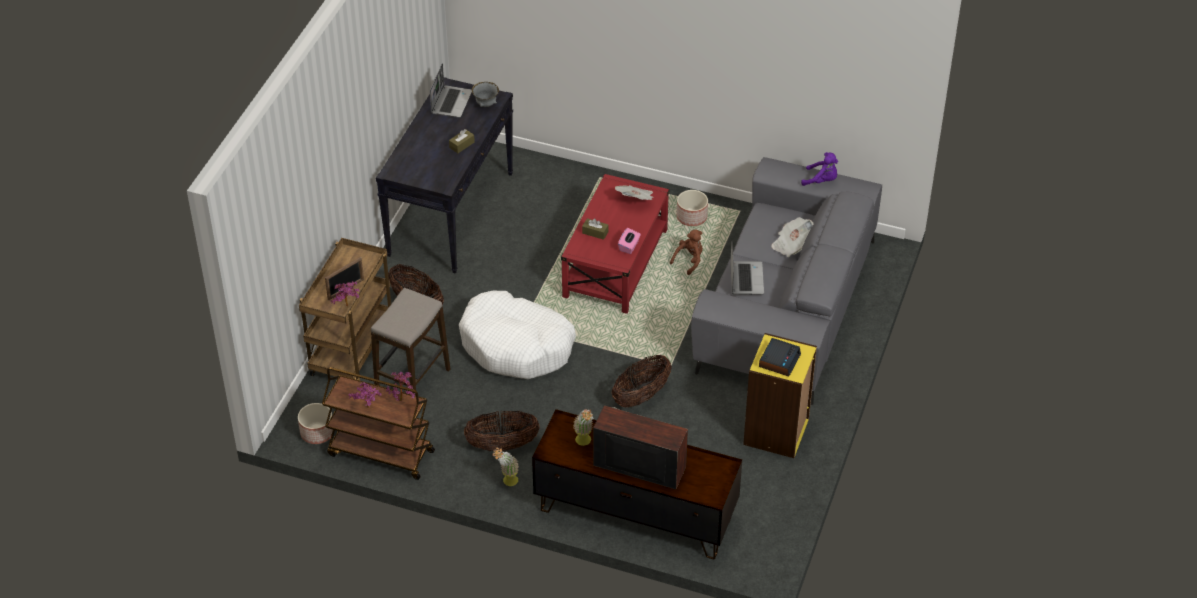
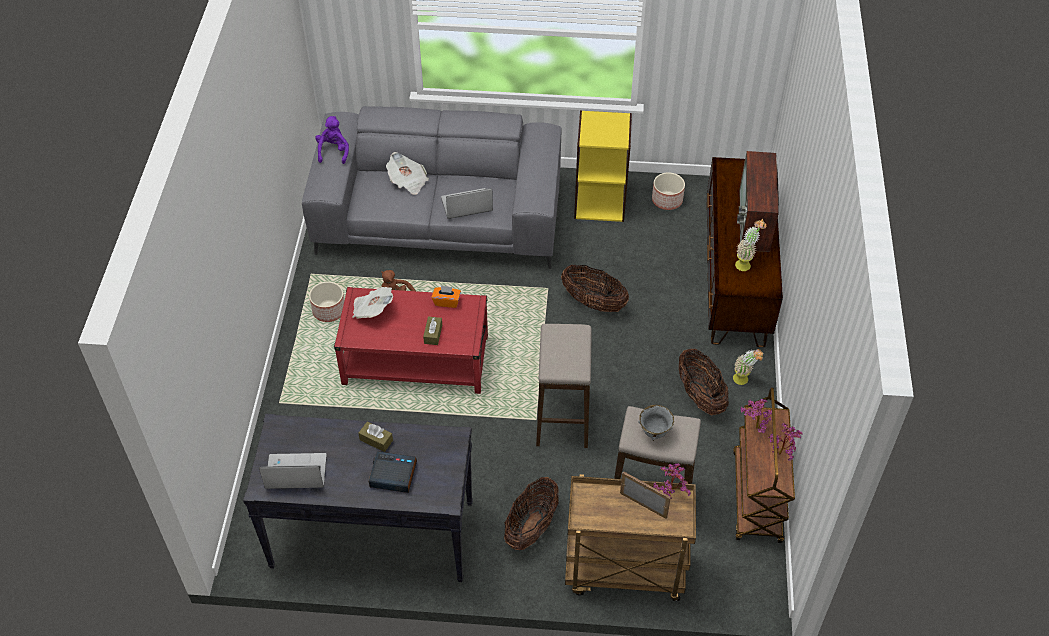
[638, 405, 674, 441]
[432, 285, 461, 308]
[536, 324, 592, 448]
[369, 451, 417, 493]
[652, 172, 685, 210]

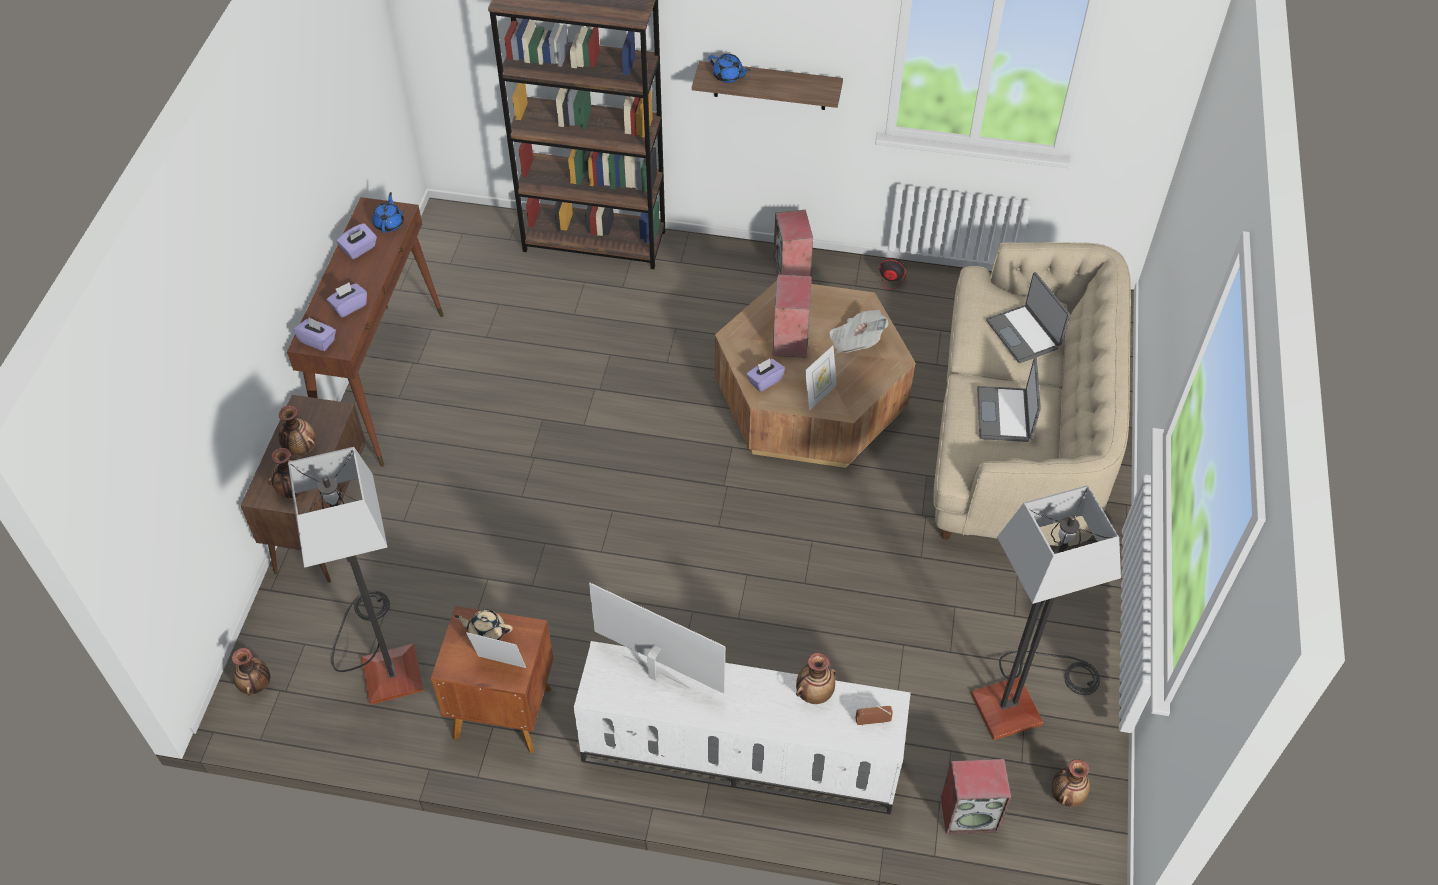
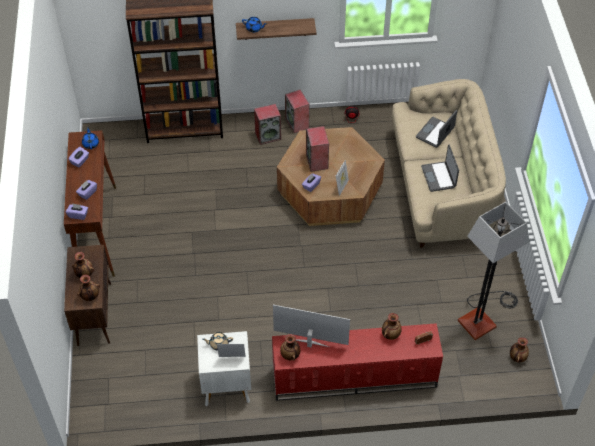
[416, 110, 457, 148]
[829, 310, 888, 353] (first image)
[288, 447, 424, 705] (first image)
[197, 331, 251, 406]
[272, 323, 443, 401]
[280, 334, 300, 361]
[254, 104, 281, 145]

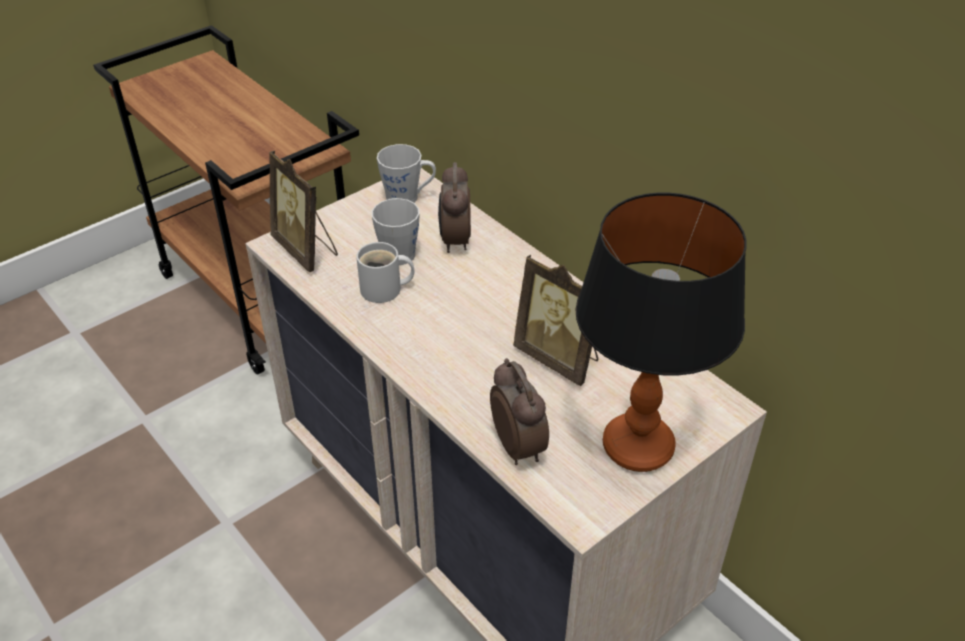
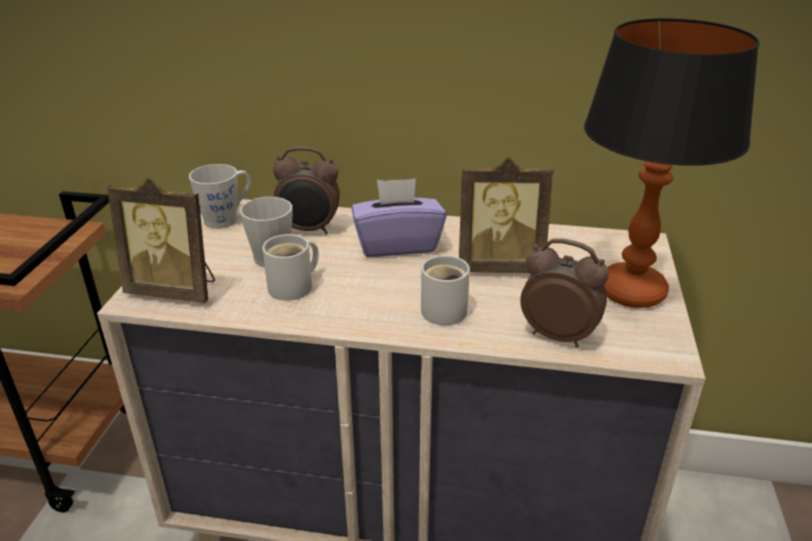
[273, 147, 340, 234]
[352, 178, 446, 257]
[421, 255, 470, 325]

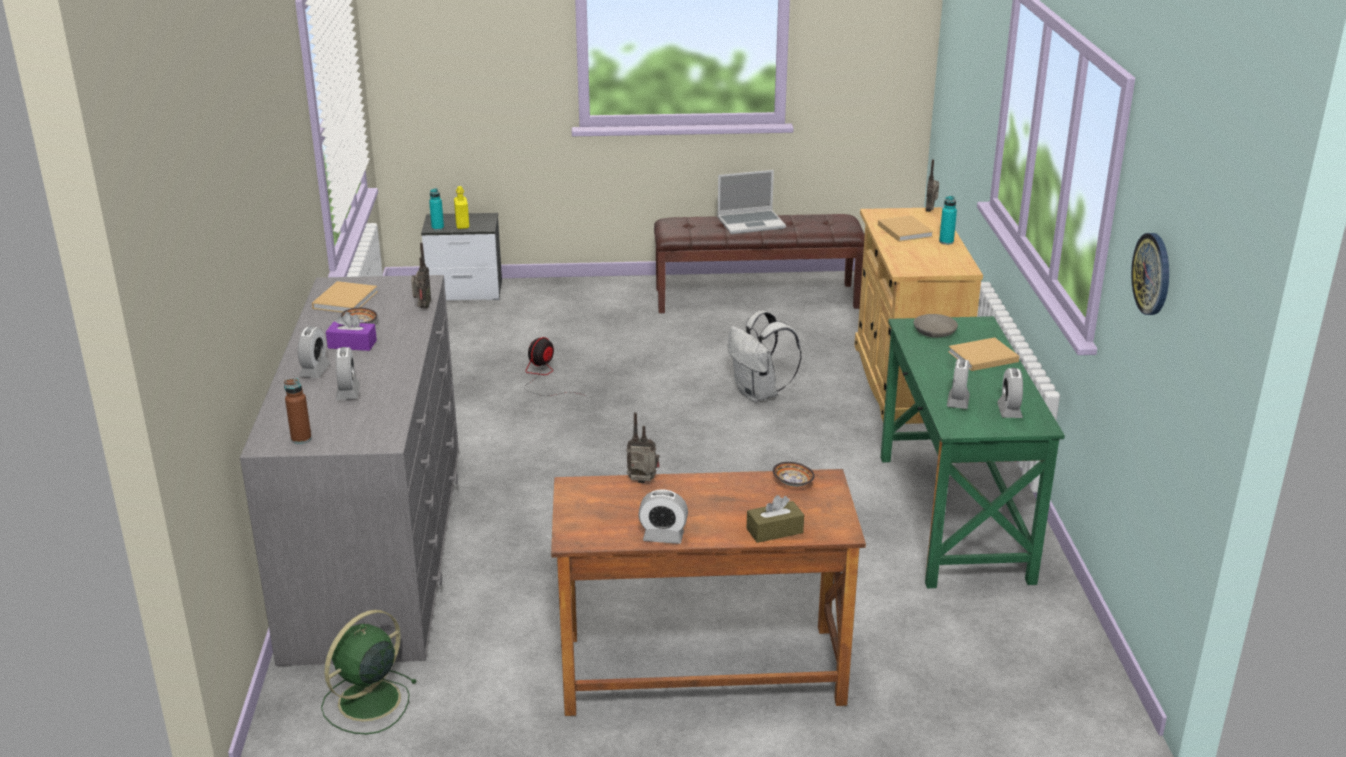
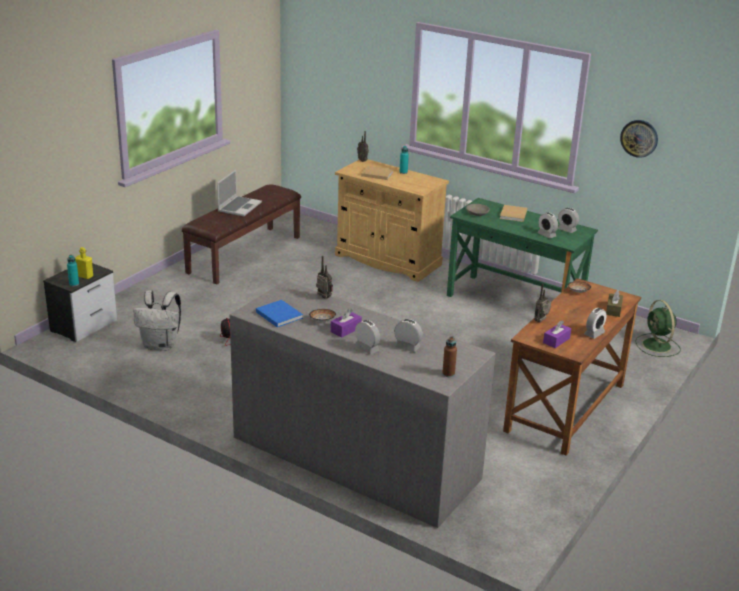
[256, 300, 303, 327]
[134, 290, 181, 351]
[635, 300, 681, 357]
[543, 321, 571, 348]

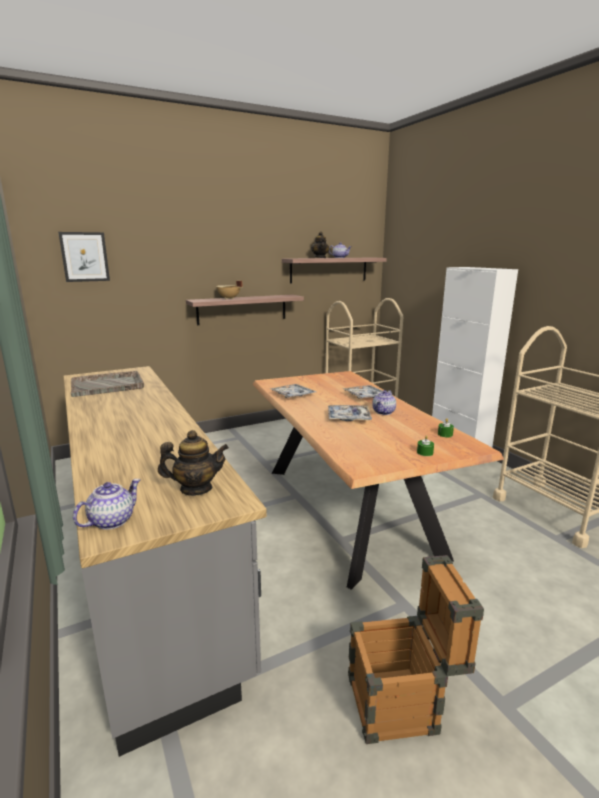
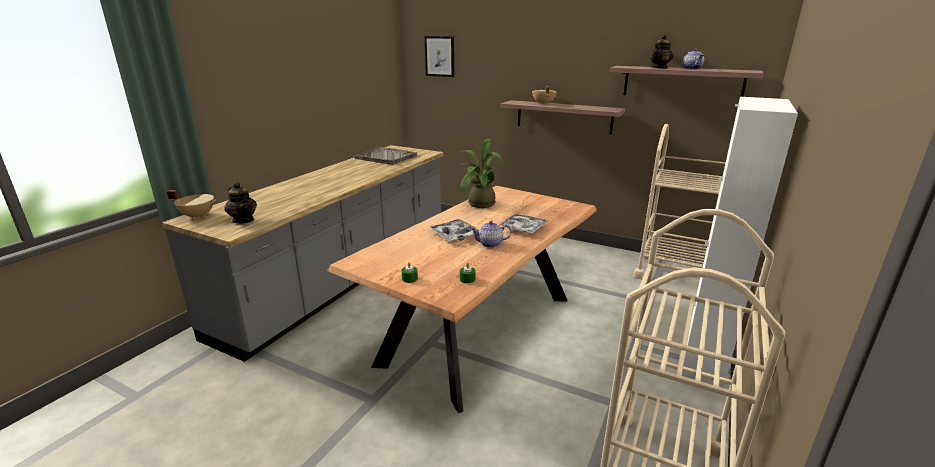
[459, 138, 503, 208]
[166, 190, 216, 219]
[348, 555, 484, 744] (first image)

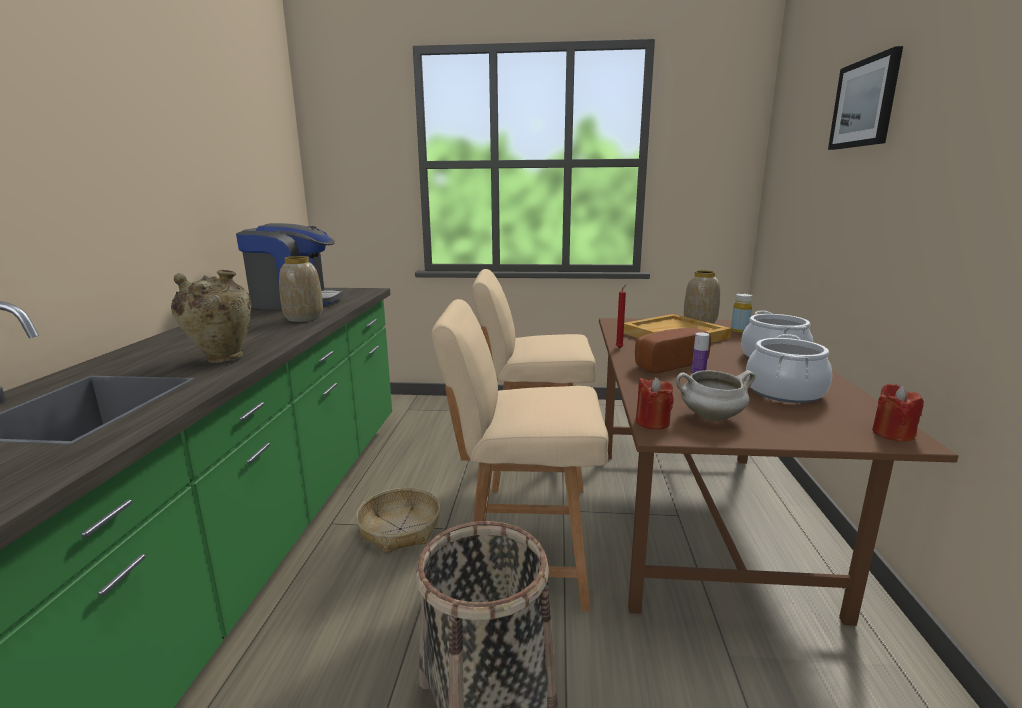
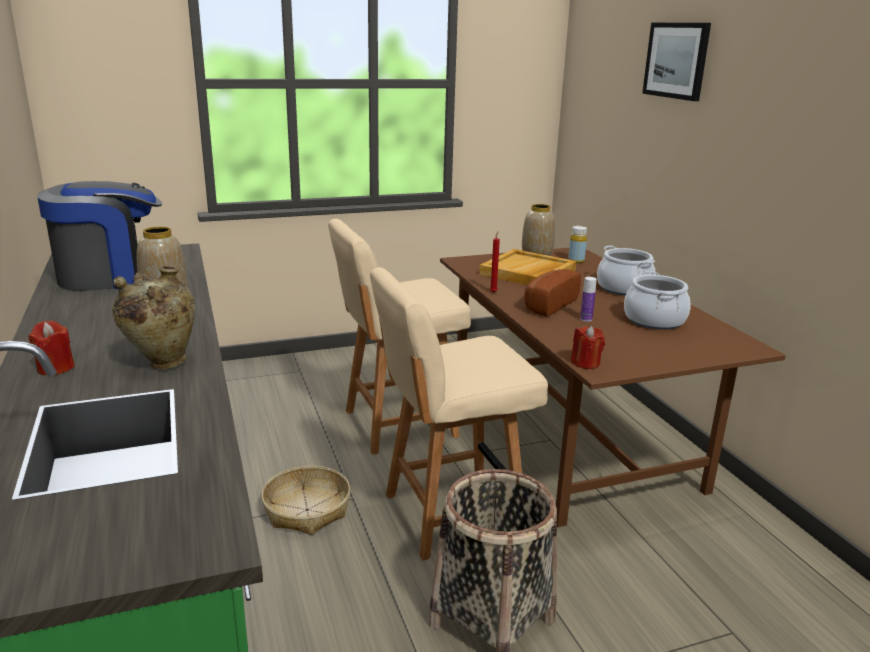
[676, 370, 755, 421] (first image)
[28, 321, 75, 375]

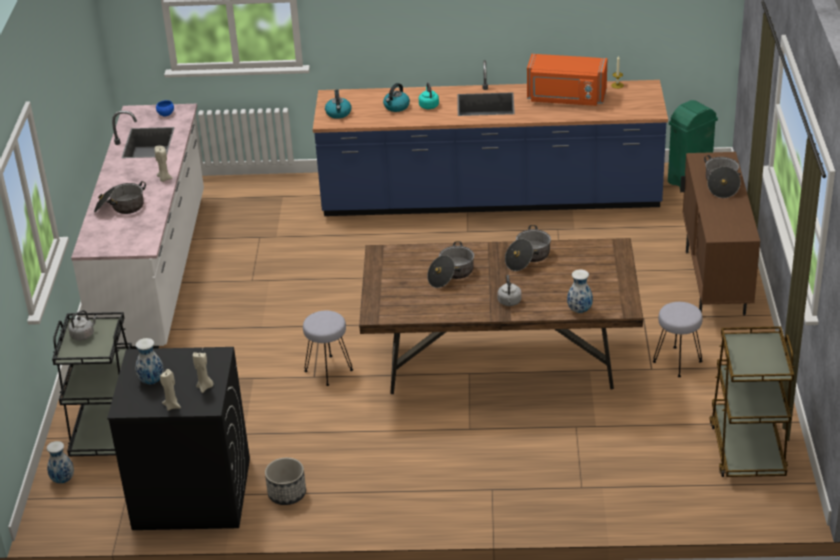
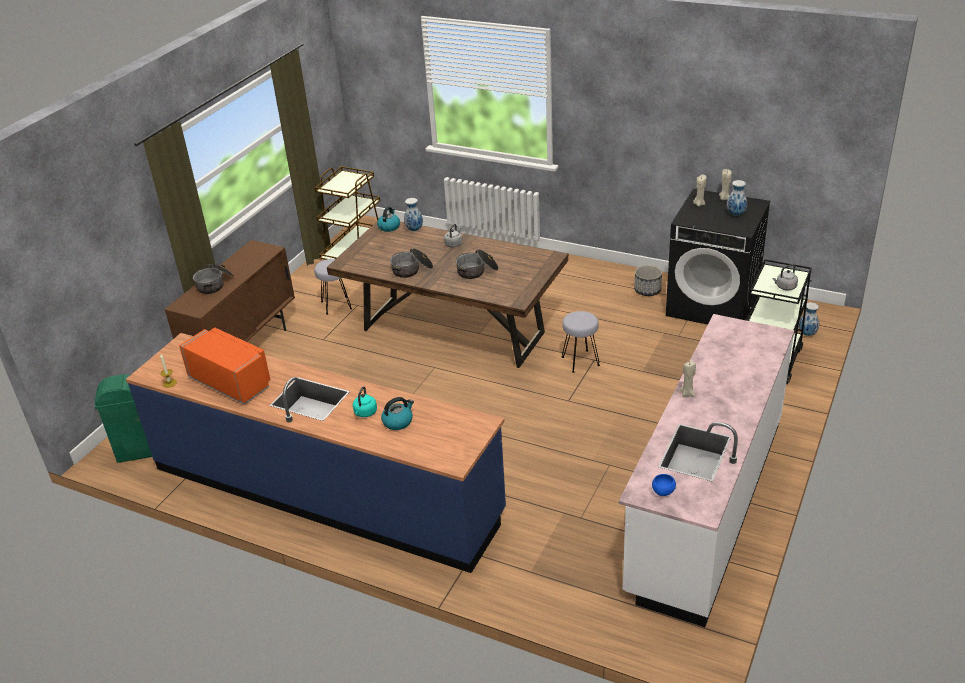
[377, 207, 400, 232]
[94, 181, 146, 214] (first image)

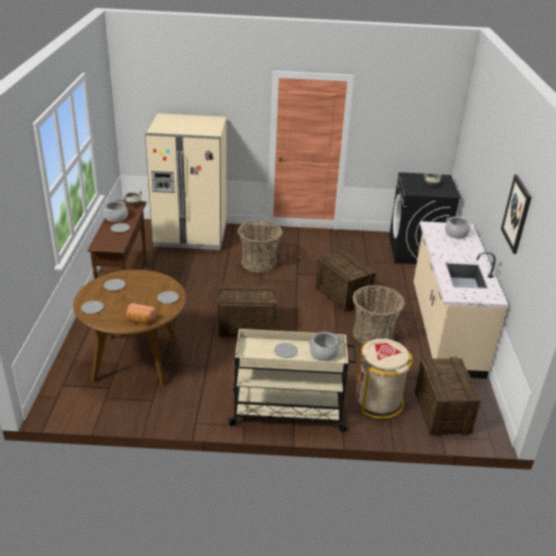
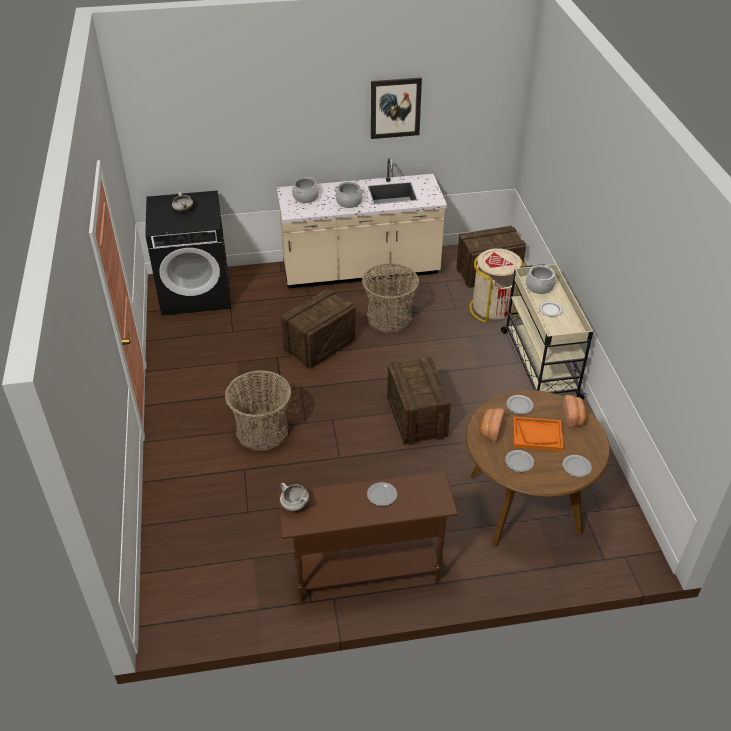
[145, 113, 227, 250] (first image)
[334, 182, 364, 208]
[479, 408, 505, 442]
[513, 417, 563, 451]

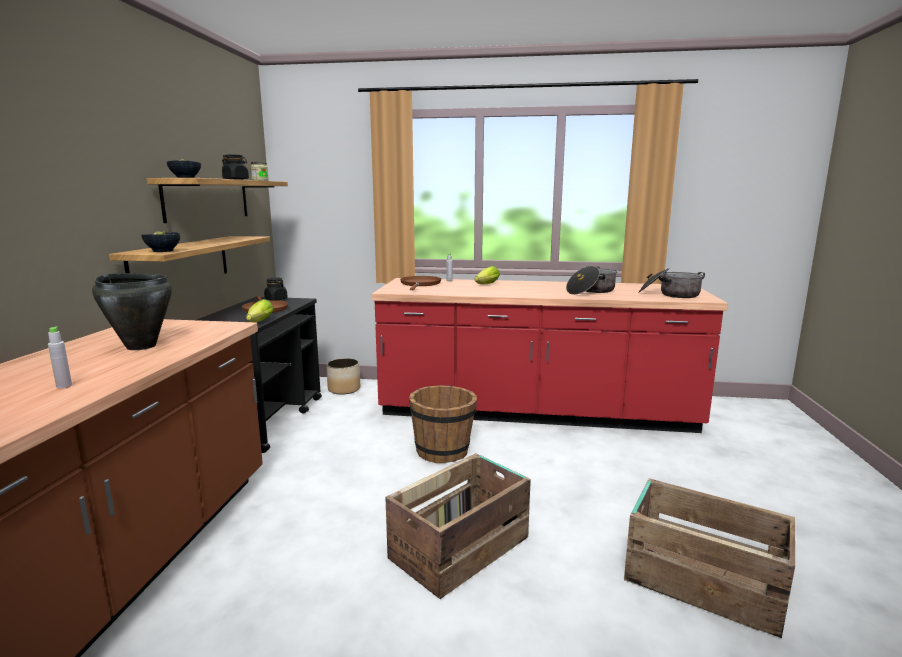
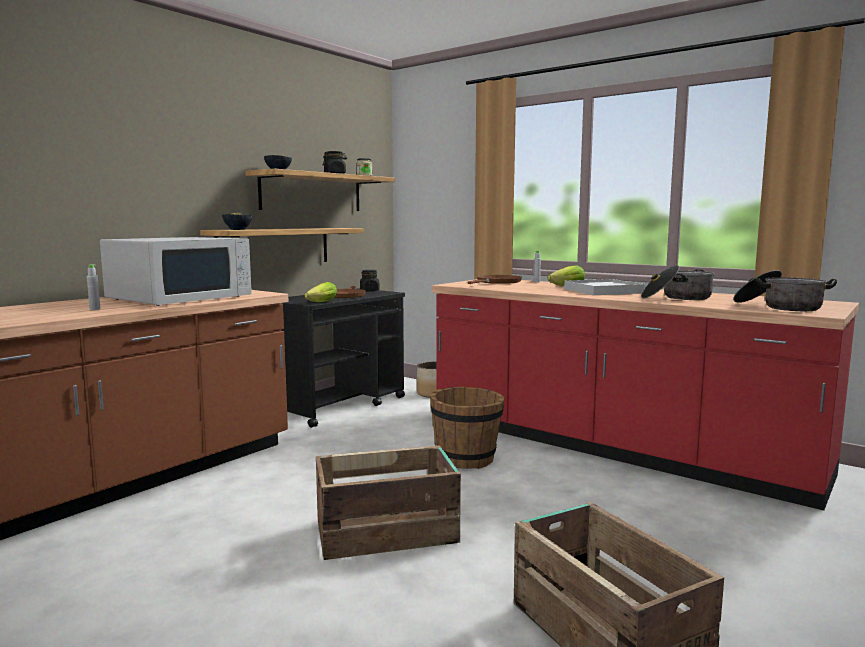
[100, 237, 252, 306]
[564, 279, 646, 295]

